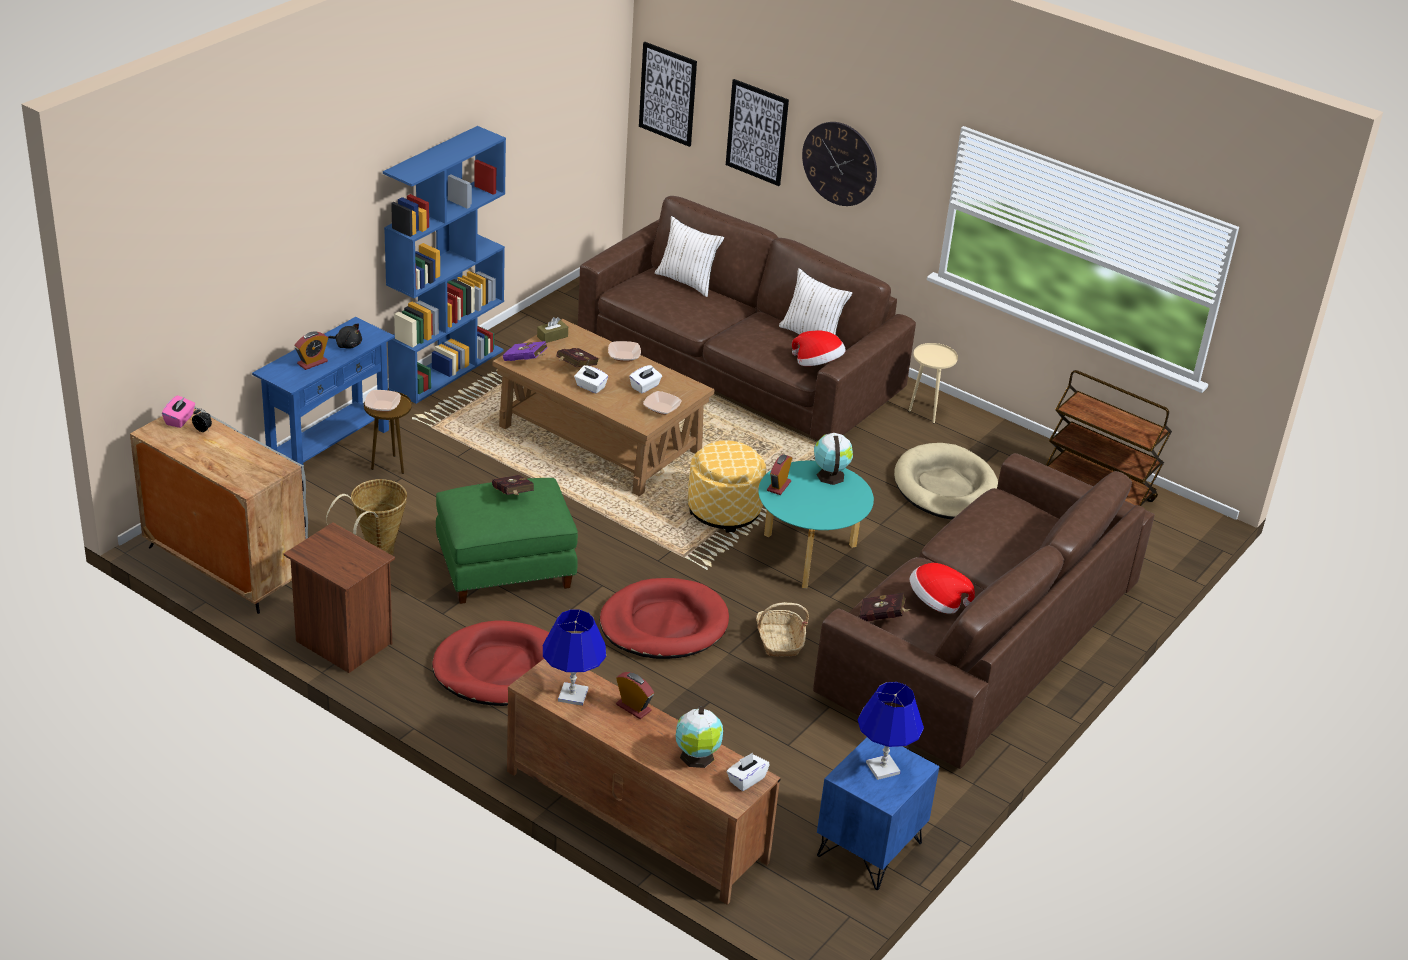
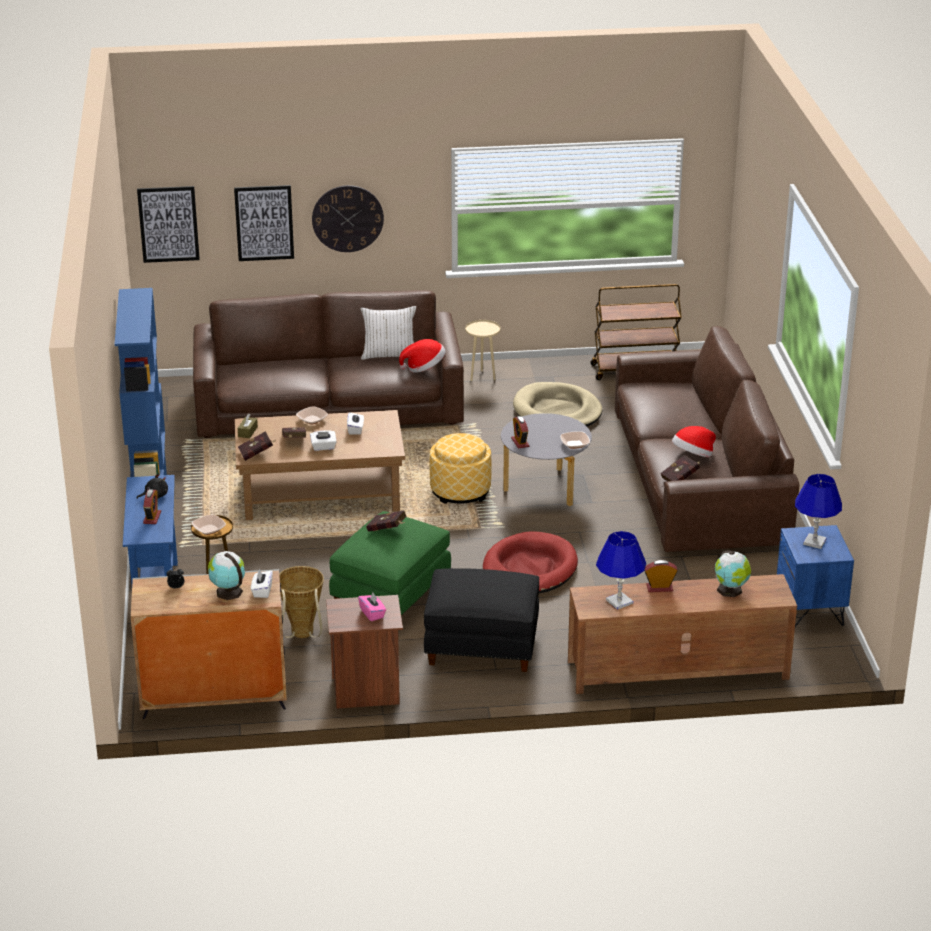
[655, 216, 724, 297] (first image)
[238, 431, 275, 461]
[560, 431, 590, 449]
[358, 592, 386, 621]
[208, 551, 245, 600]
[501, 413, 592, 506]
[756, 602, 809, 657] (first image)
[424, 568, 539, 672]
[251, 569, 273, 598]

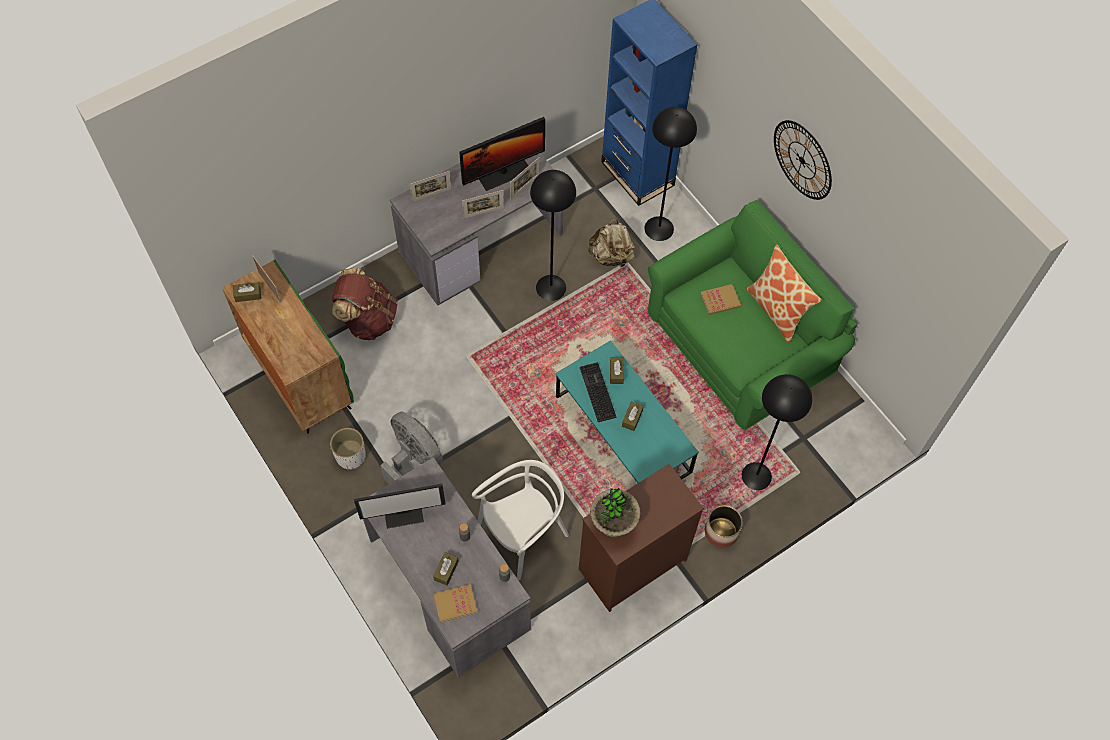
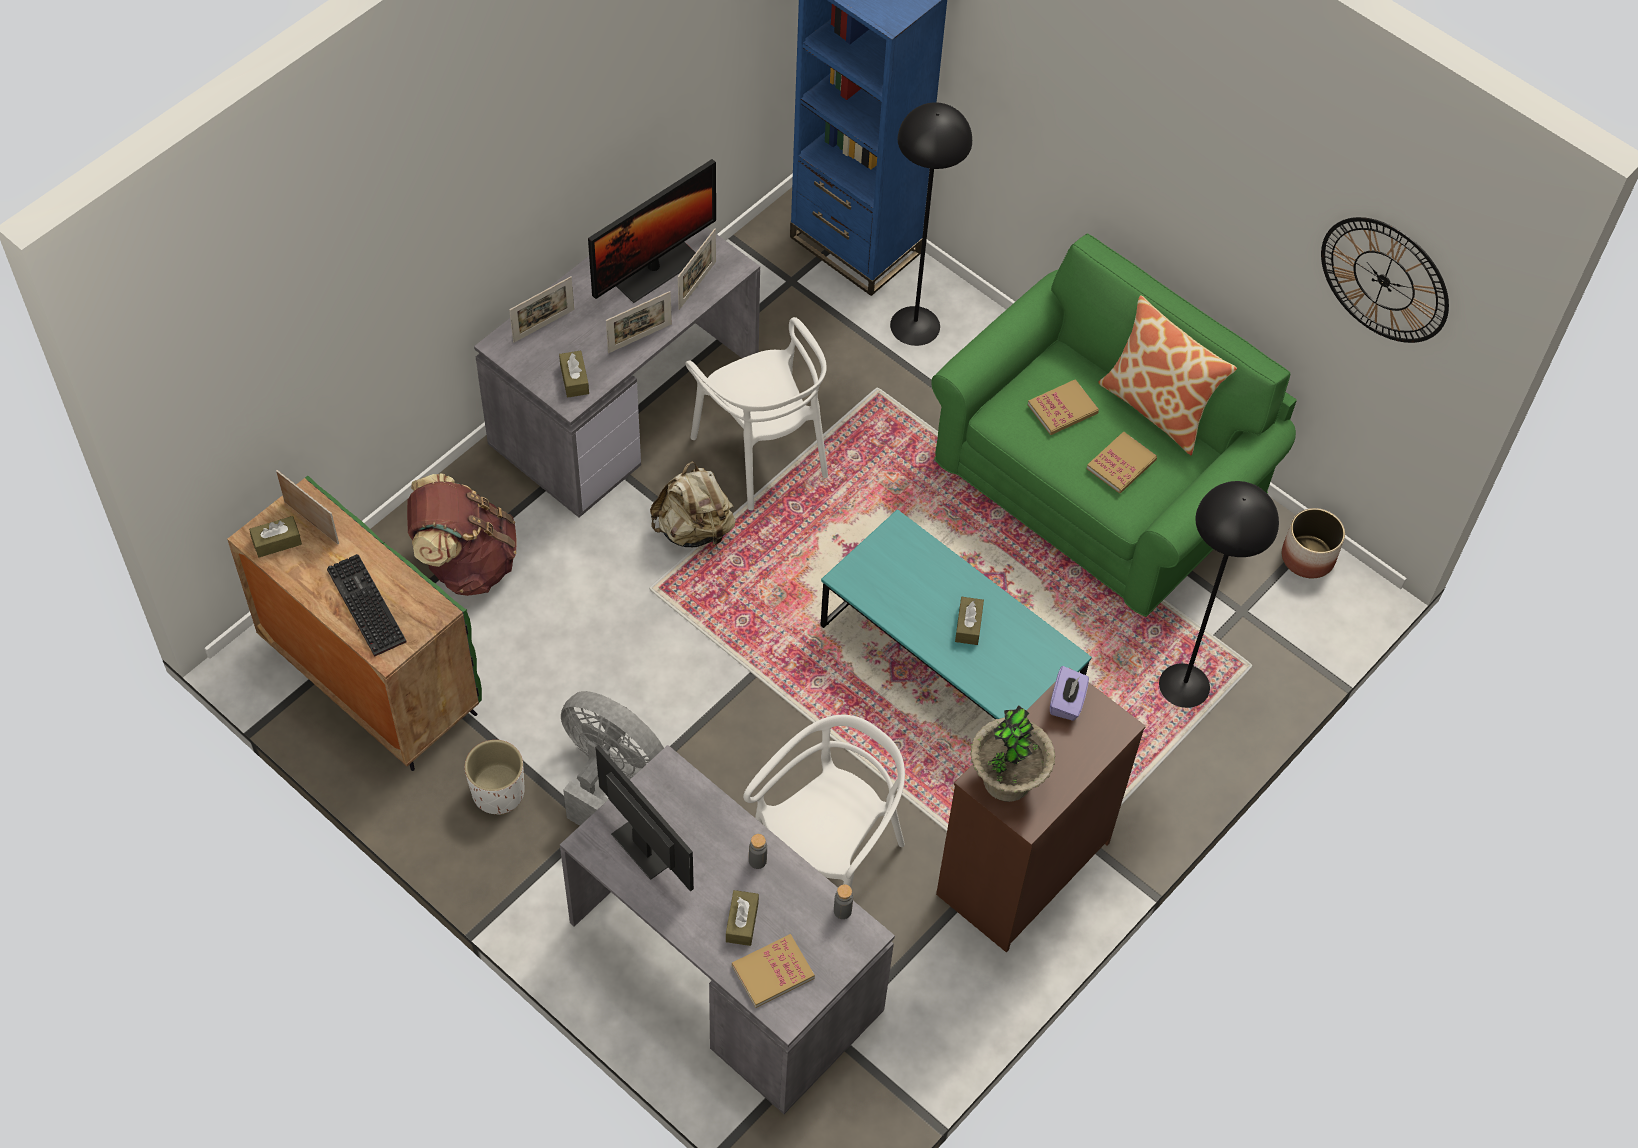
[1321, 217, 1449, 343]
[686, 317, 828, 510]
[650, 461, 736, 547]
[559, 351, 589, 398]
[327, 554, 407, 657]
[595, 745, 694, 891]
[1282, 508, 1345, 578]
[1087, 431, 1157, 494]
[1050, 666, 1089, 721]

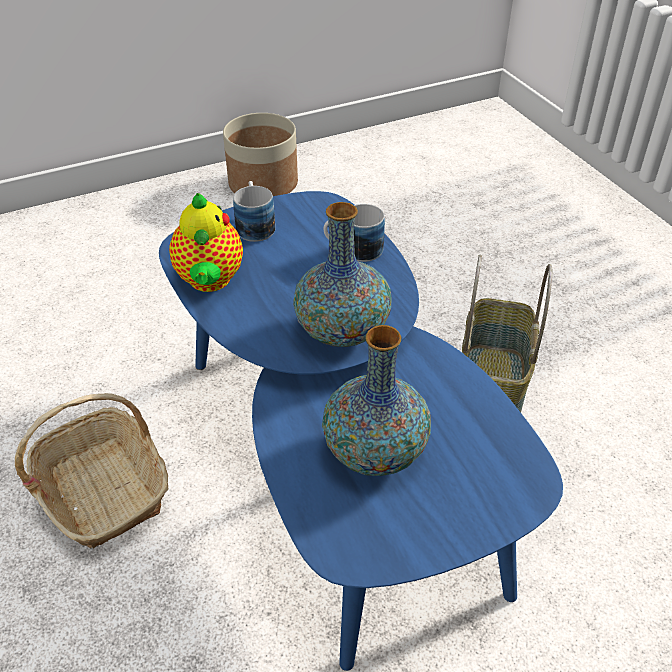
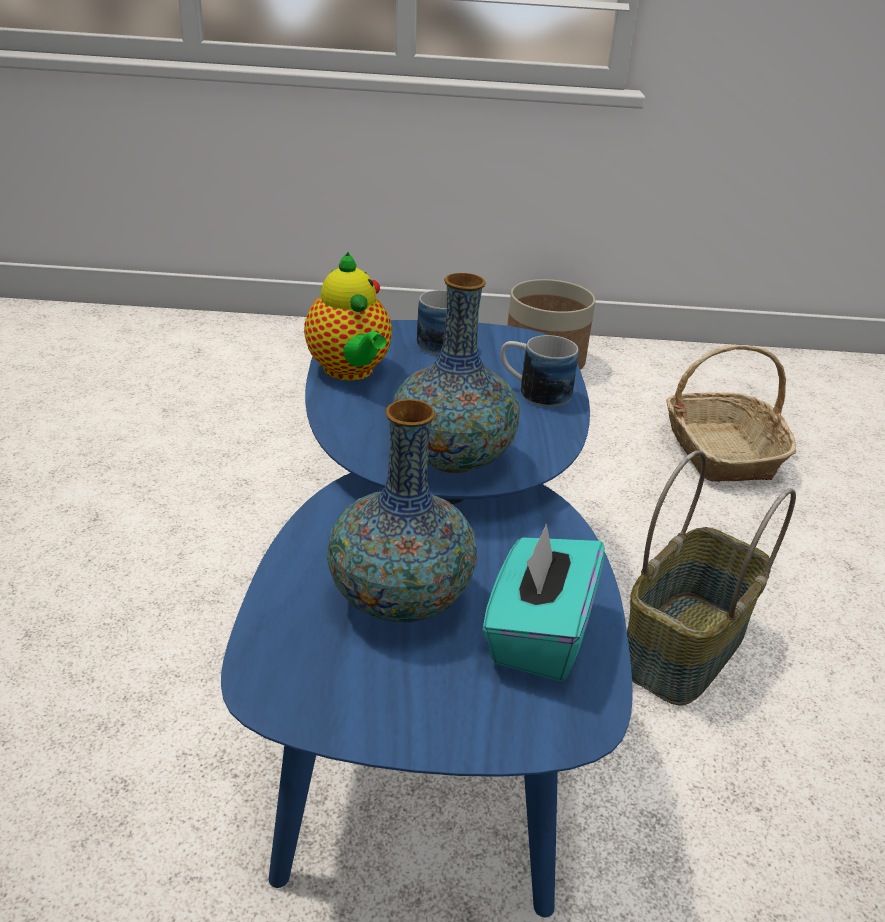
[304, 252, 392, 381]
[666, 345, 796, 482]
[483, 524, 605, 681]

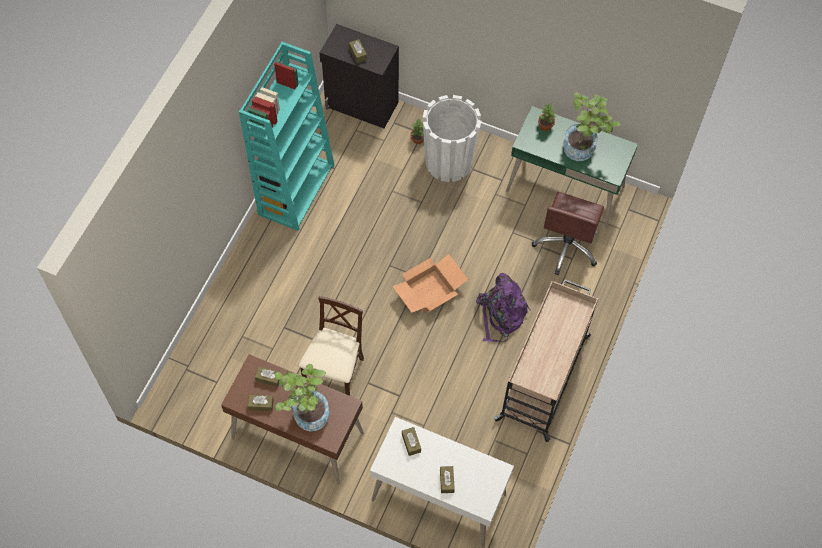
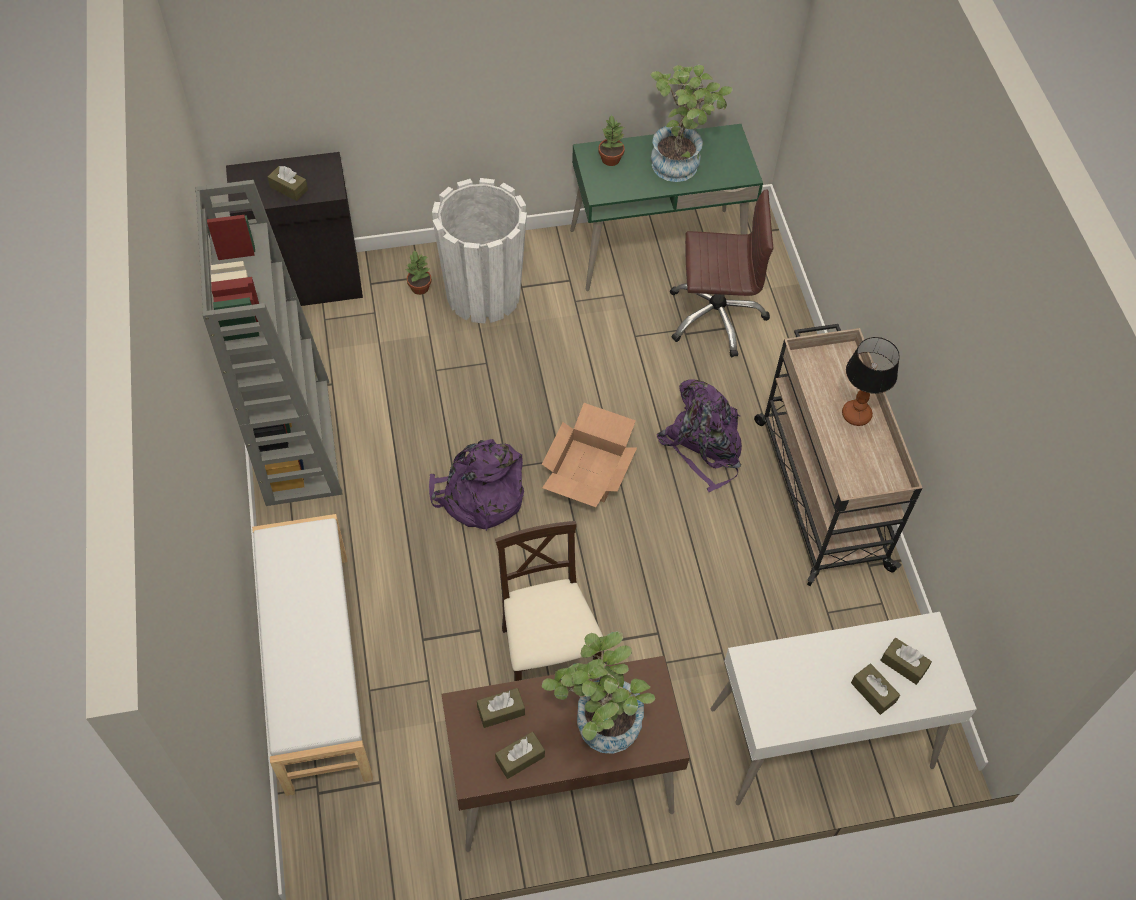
[195, 180, 343, 506]
[670, 189, 773, 358]
[880, 638, 932, 685]
[842, 337, 900, 426]
[429, 439, 524, 531]
[252, 514, 373, 796]

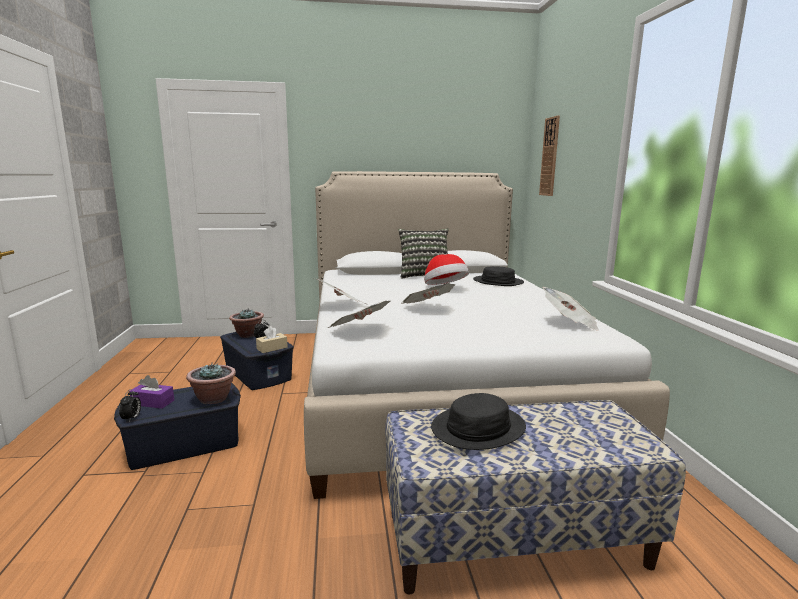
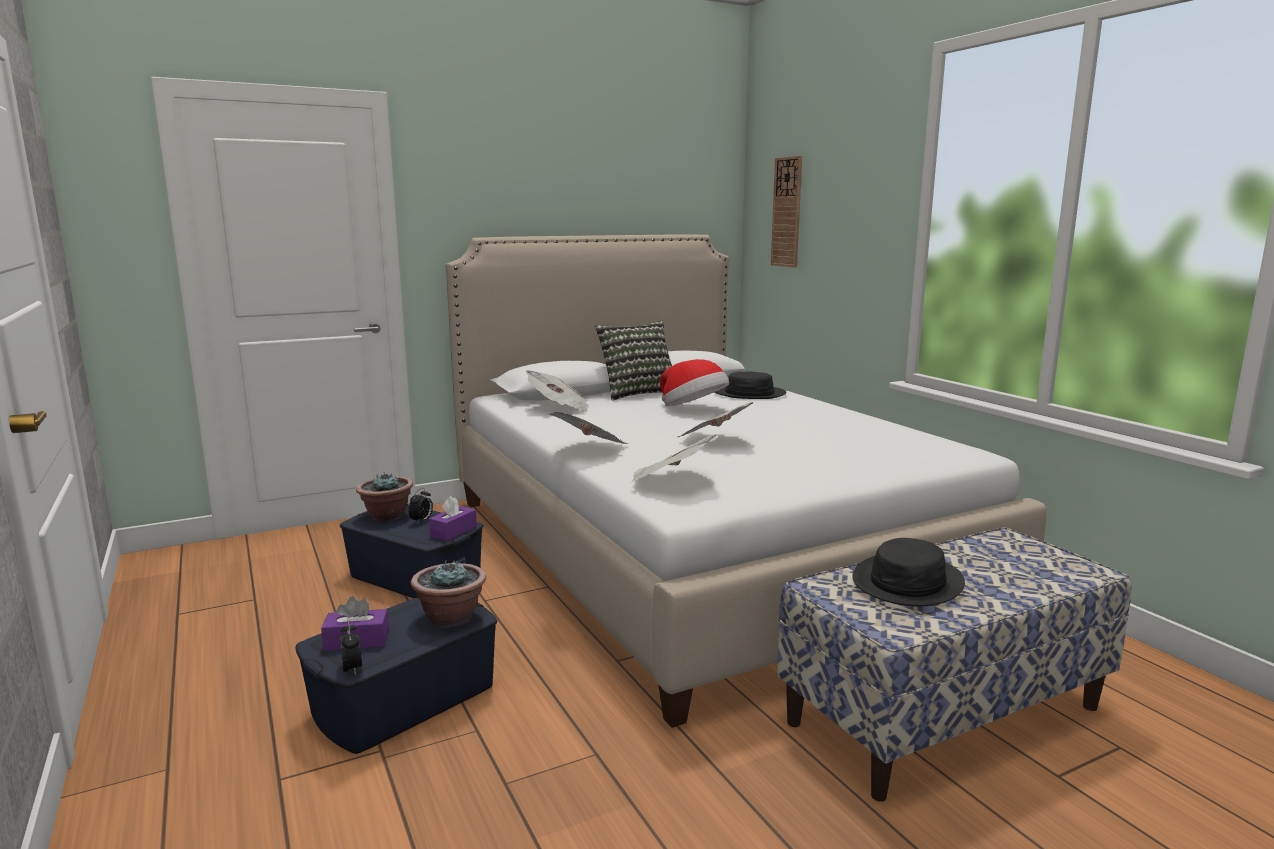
[526, 370, 588, 412]
[429, 496, 477, 541]

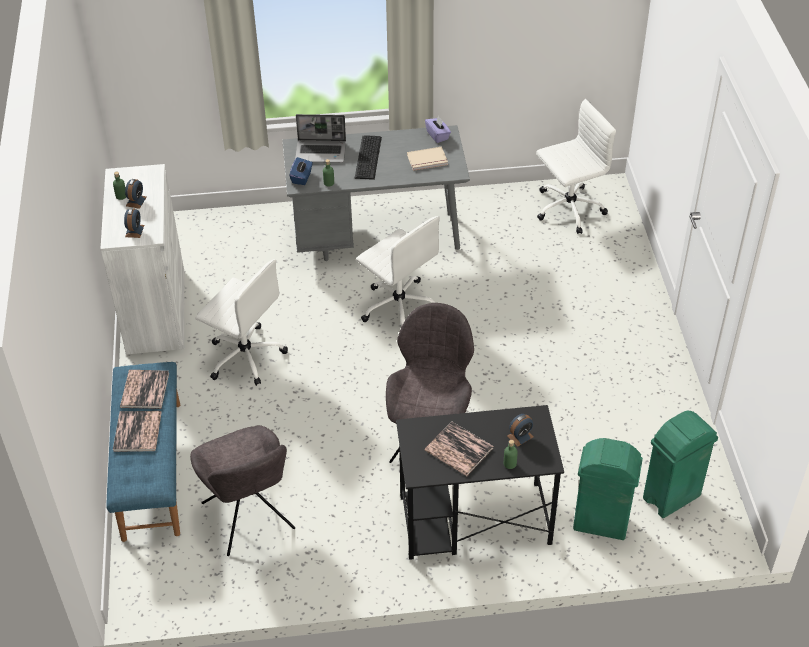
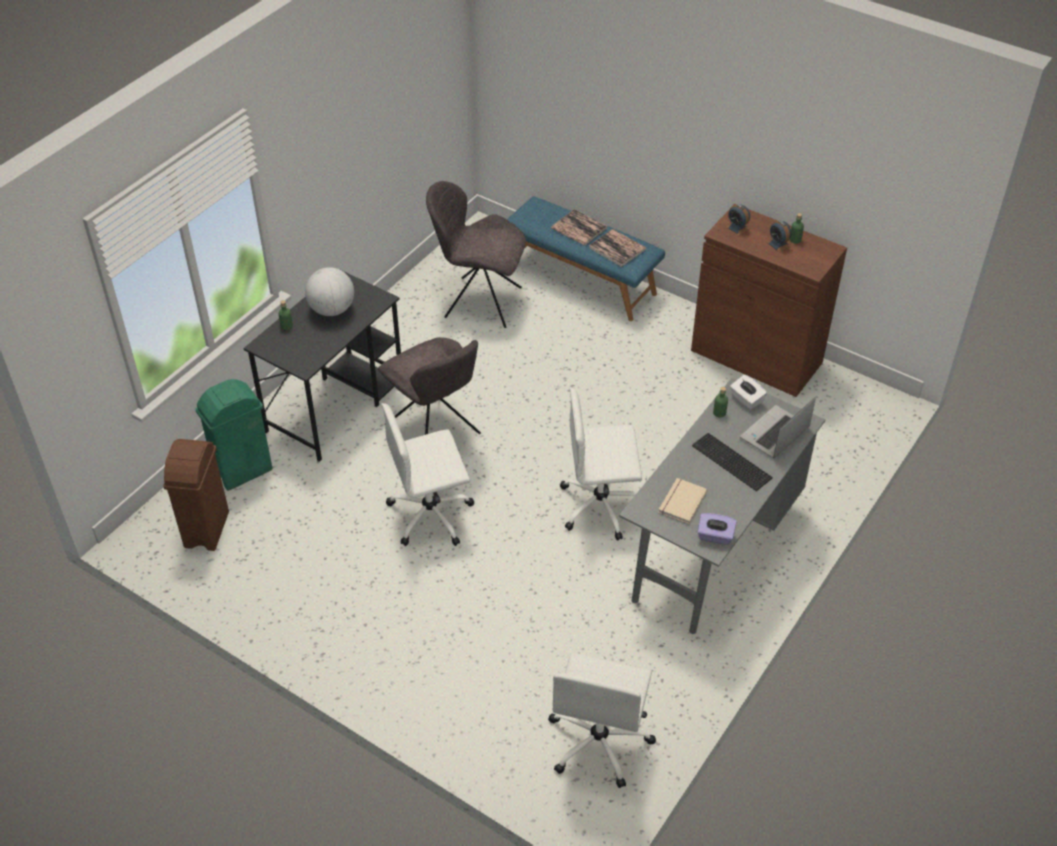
[730, 375, 767, 410]
[691, 204, 847, 397]
[381, 403, 474, 546]
[163, 439, 229, 551]
[507, 414, 534, 447] (first image)
[305, 267, 354, 316]

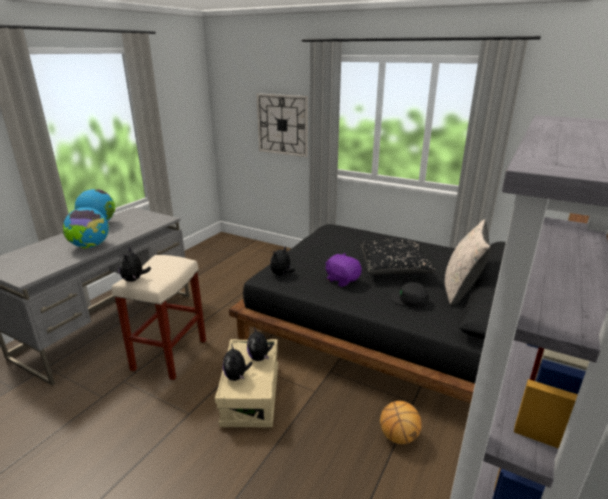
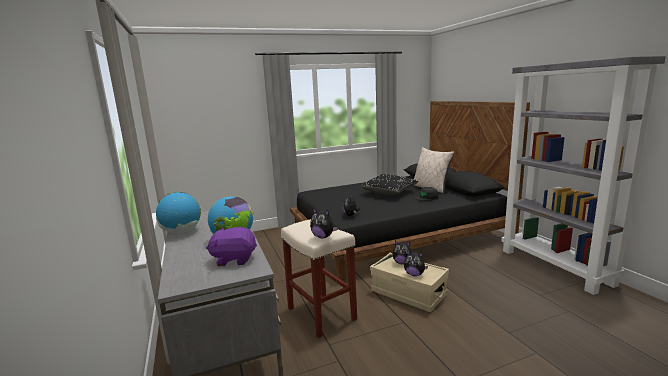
[257, 93, 308, 157] (first image)
[206, 227, 257, 266]
[380, 401, 422, 444] (first image)

